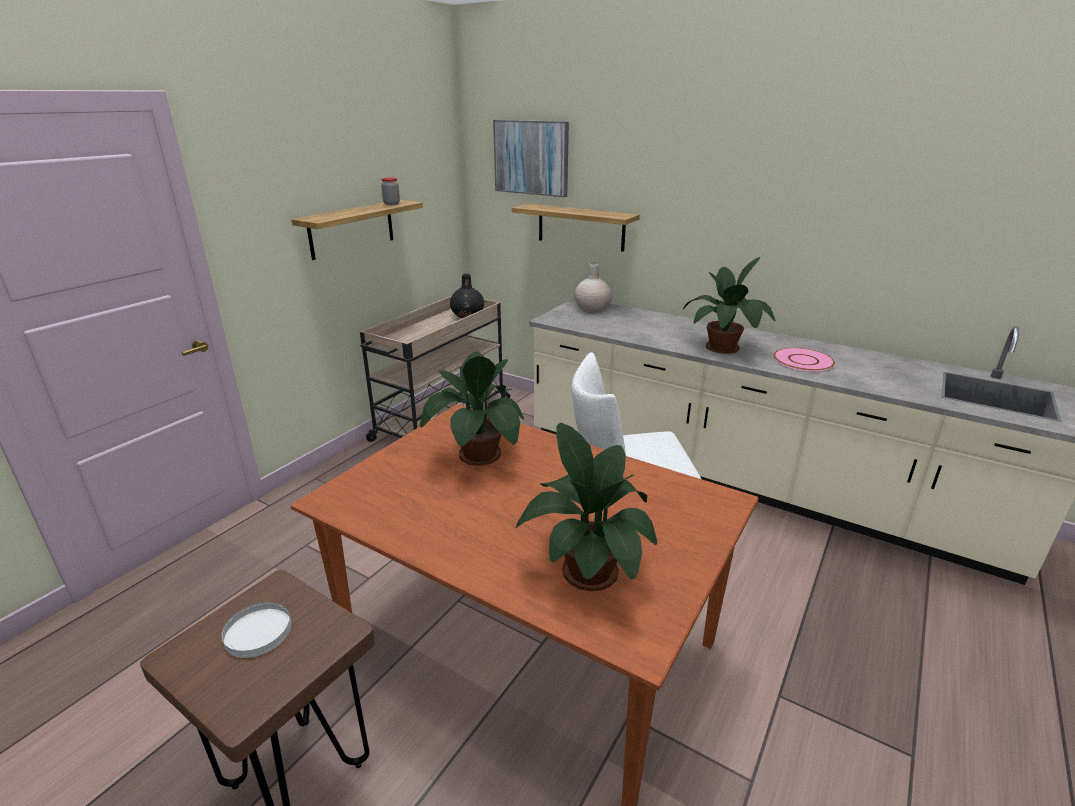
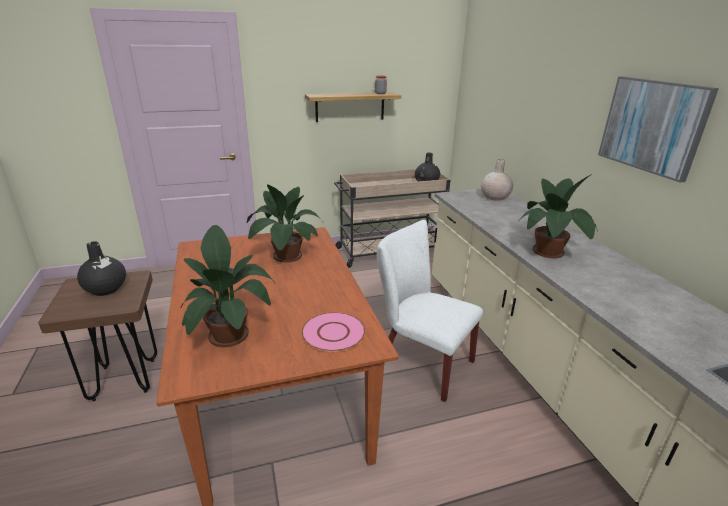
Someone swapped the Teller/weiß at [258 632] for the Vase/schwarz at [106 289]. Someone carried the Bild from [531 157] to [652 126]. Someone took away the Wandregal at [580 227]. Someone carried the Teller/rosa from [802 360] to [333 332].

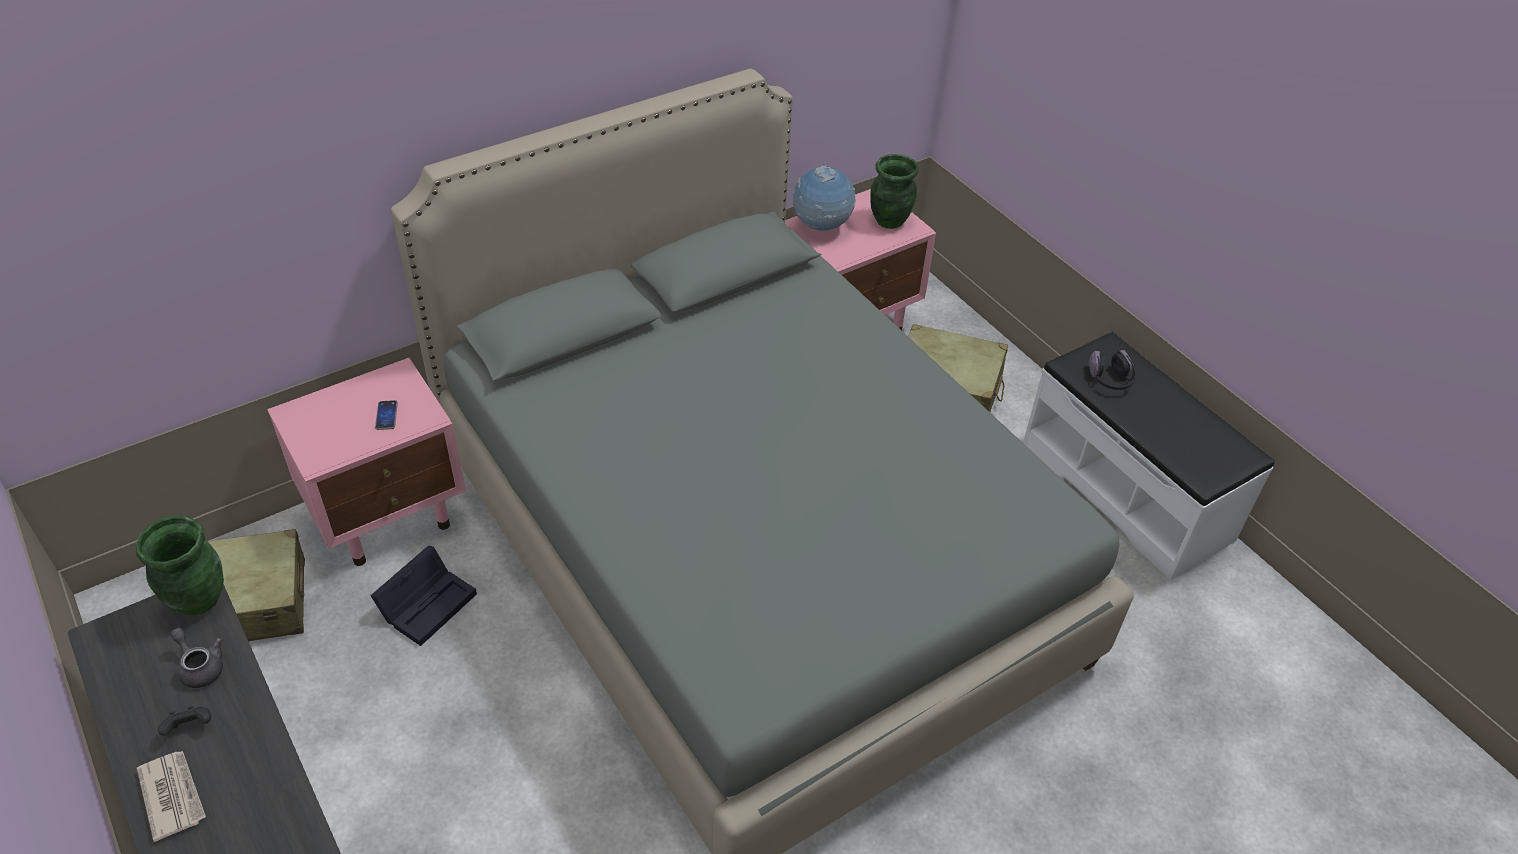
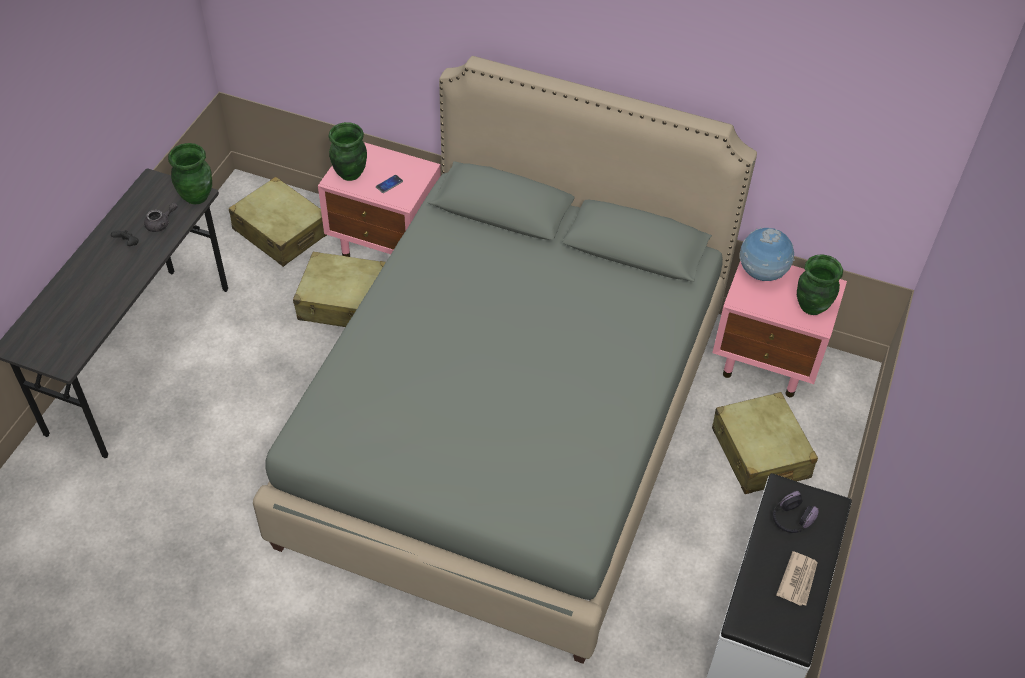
Someone carried the Zeitung from [172 795] to [798 580]. Someone rotated the Teekanne/grau at [200 666] by 45 degrees clockwise. Someone swapped the Aufbewahrungsbox/schwarz at [428 602] for the Koffer/beige at [344 302]. Someone put down the Vase/grün at [349 173].

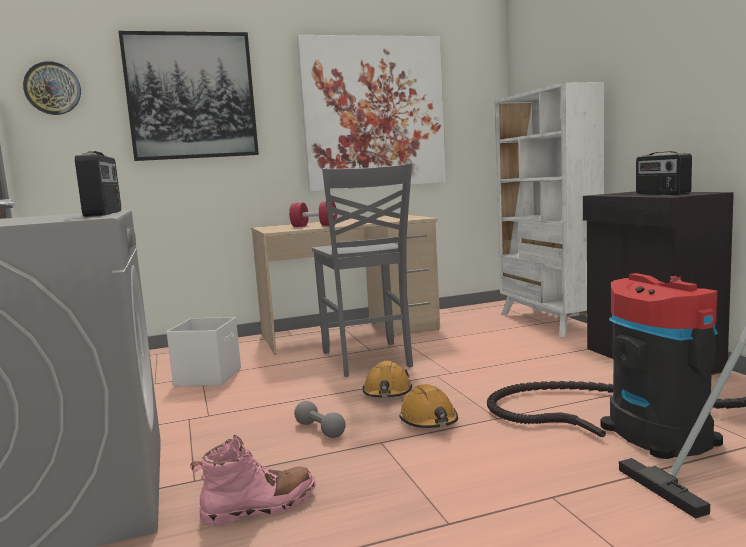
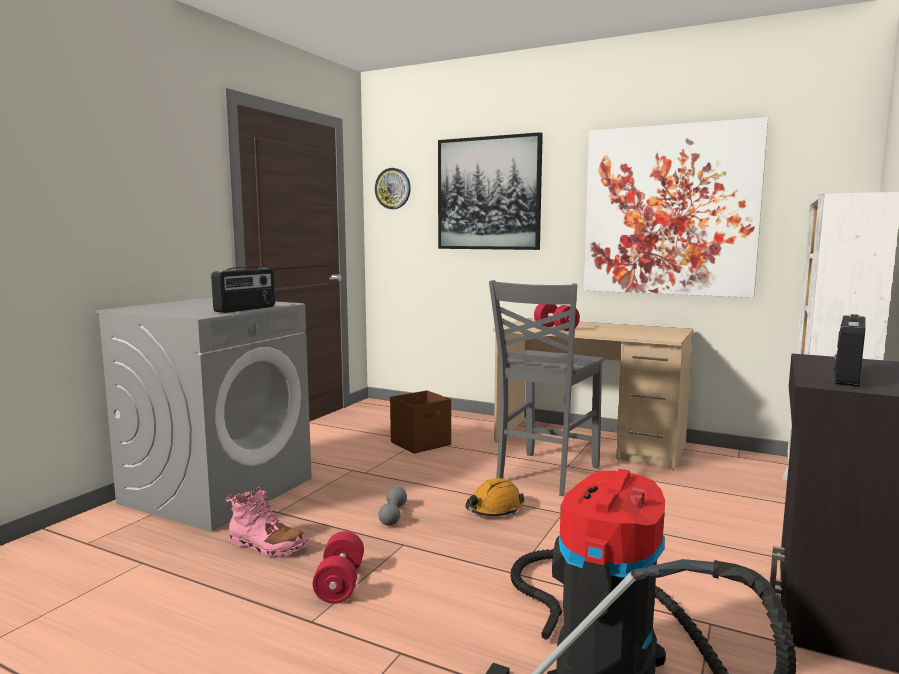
Someone repainted the Aufbewahrungsbox/weiß at [209 377], which became the Aufbewahrungsbox/braun at [421 443]. Someone took away the Schutzhelm/orange at [429 420]. Someone put down the Hantel/rot at [340 584].

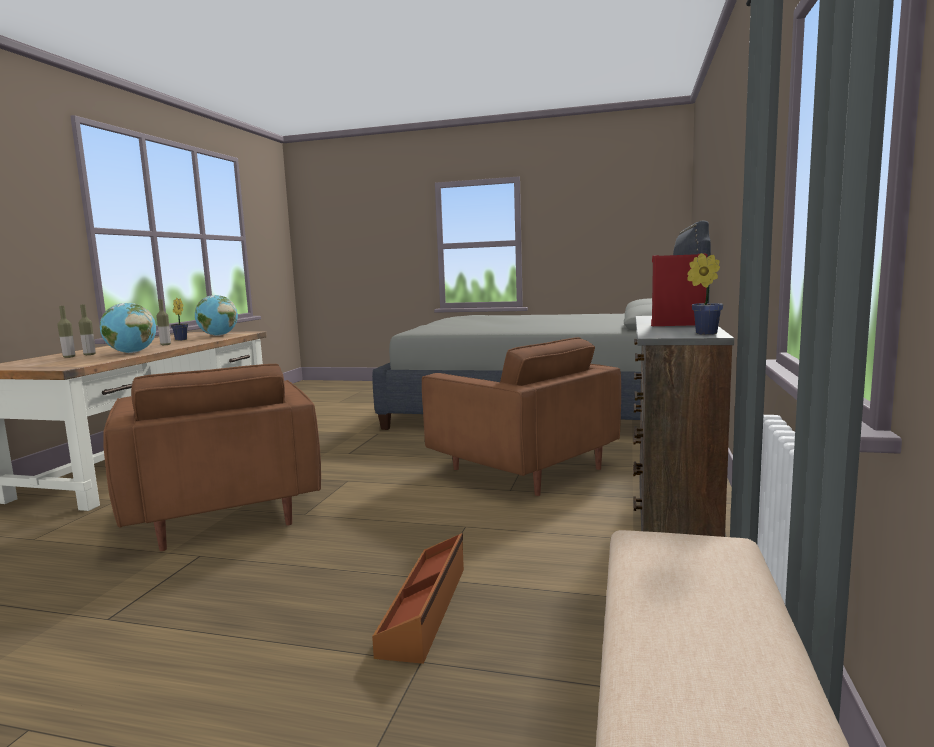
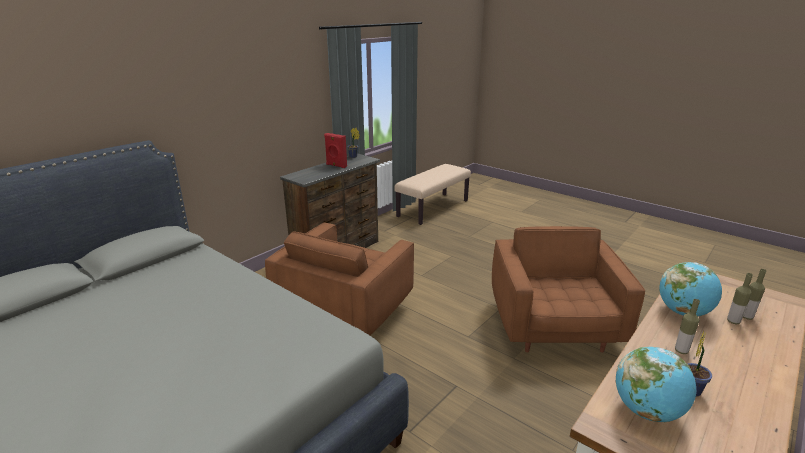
Someone took away the Aufbewahrungsbox/braun at [426 609]. Someone rotated the Sessel/braun at [520 467] by 135 degrees counterclockwise.

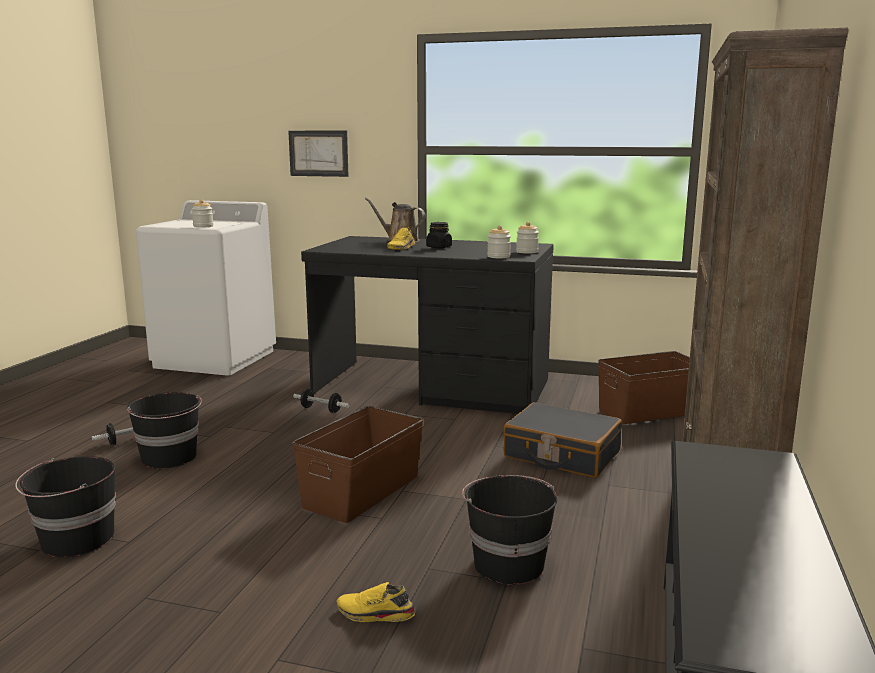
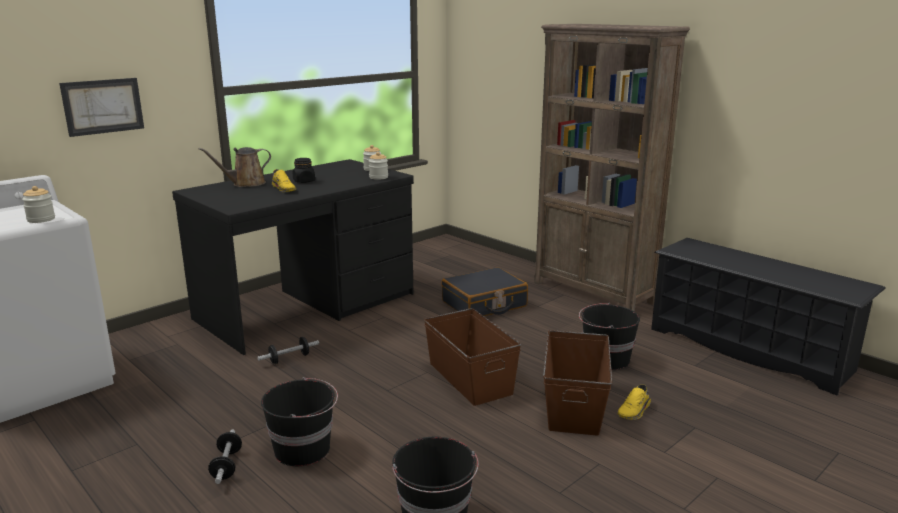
Someone carried the Aufbewahrungsbox/braun from [650 411] to [575 404].

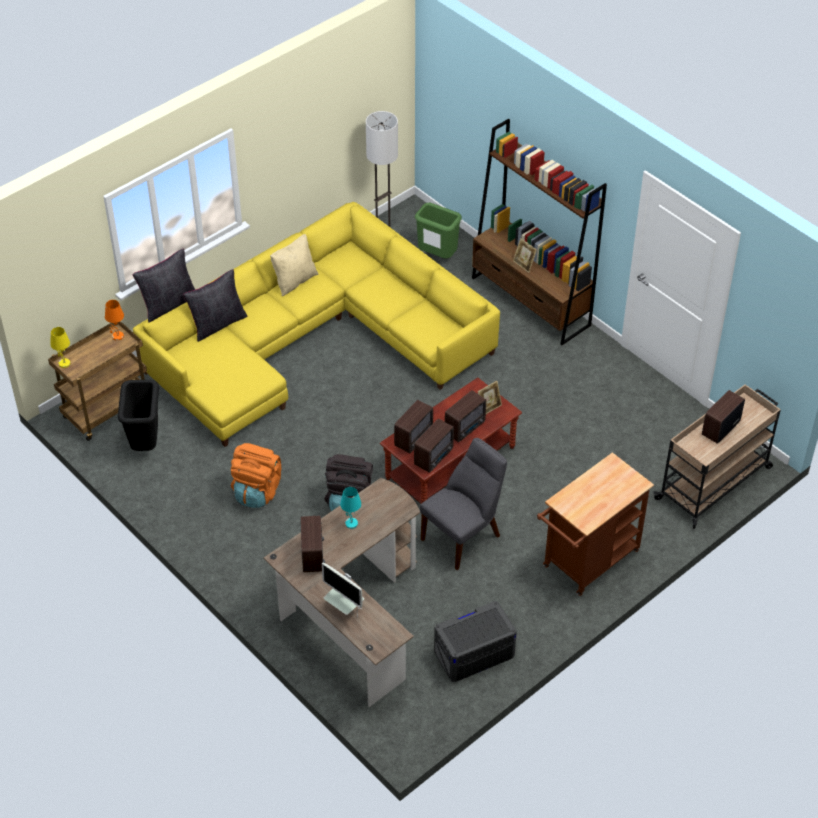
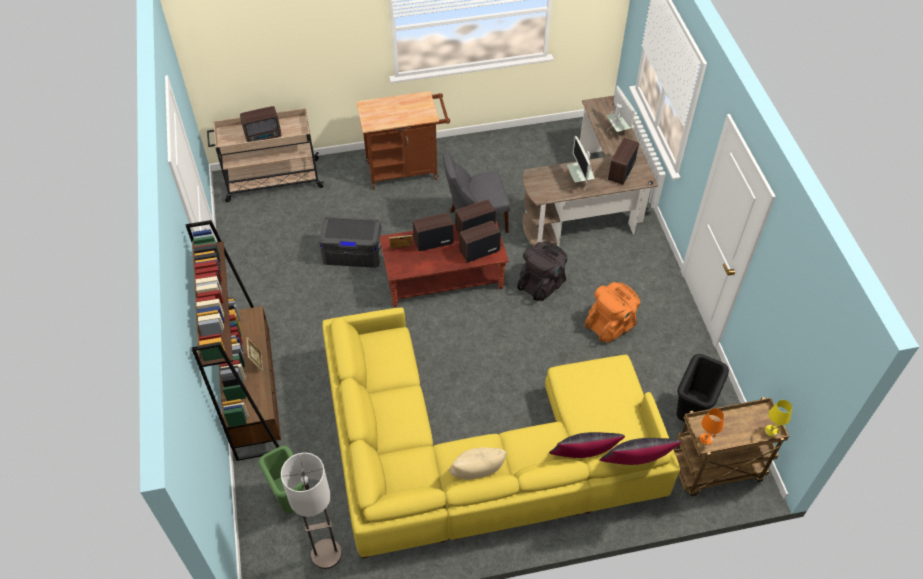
Someone swapped the Tischlampe/türkis at [351 523] for the Monitor at [580 181]. Someone carried the Aufbewahrungsbox/grau from [474 653] to [353 252].

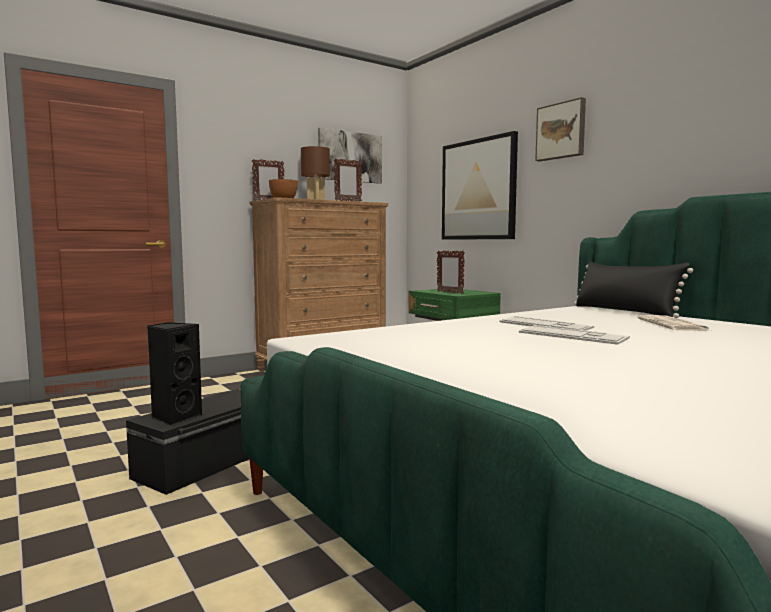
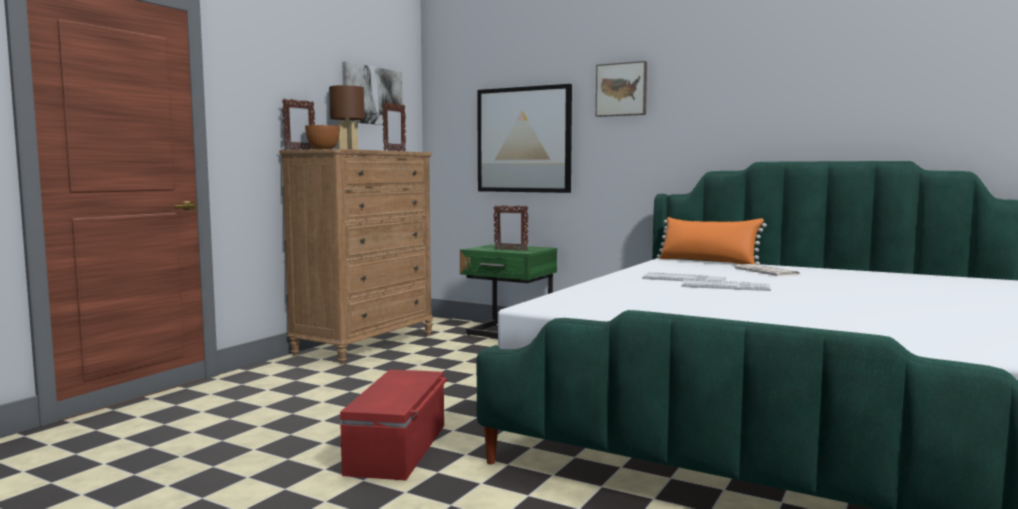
Someone repainted the Aufbewahrungsbox/schwarz at [208 462], which became the Aufbewahrungsbox/rot at [399 448]. Someone took away the Lautsprecher/schwarz at [175 417]. Someone repainted the Kissen/schwarz at [625 311], which became the Kissen/orange at [708 262].

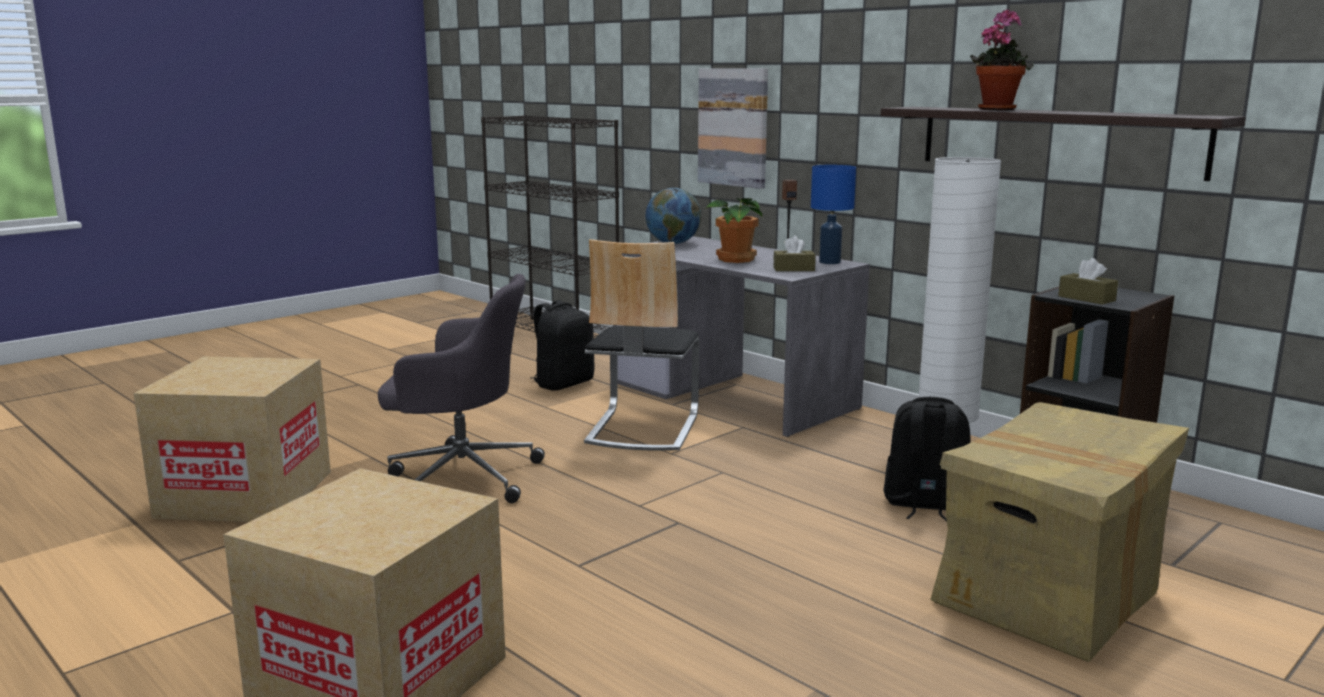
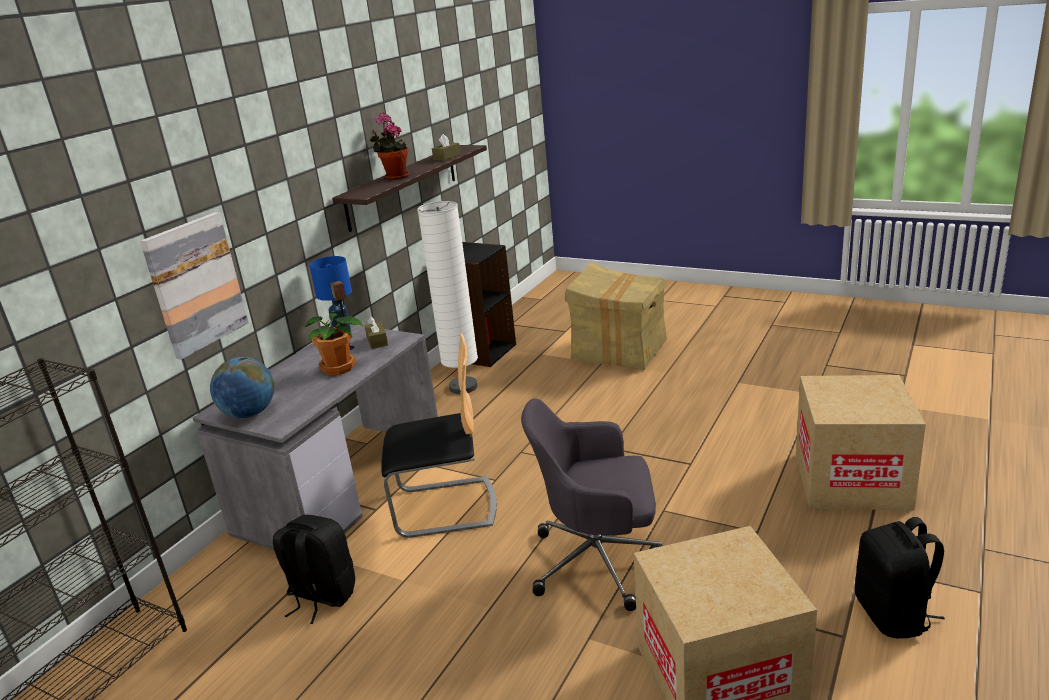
Someone rotated the Bürostuhl/grau at [461 477] by 75 degrees counterclockwise. Someone carried the Rucksack/schwarz from [924 505] to [893 615]. Someone carried the Taschentuchbox/braun from [1086 298] to [447 157].

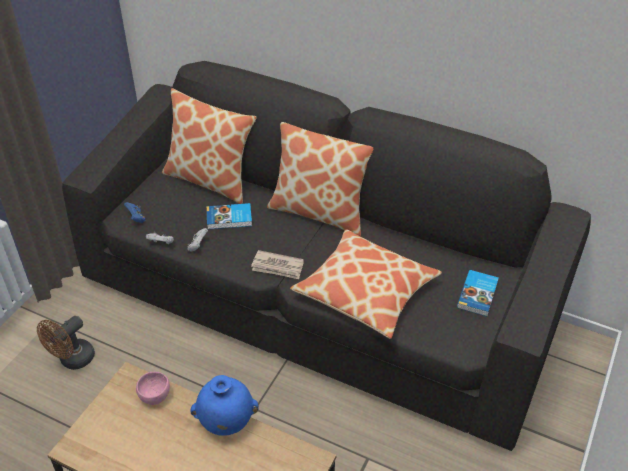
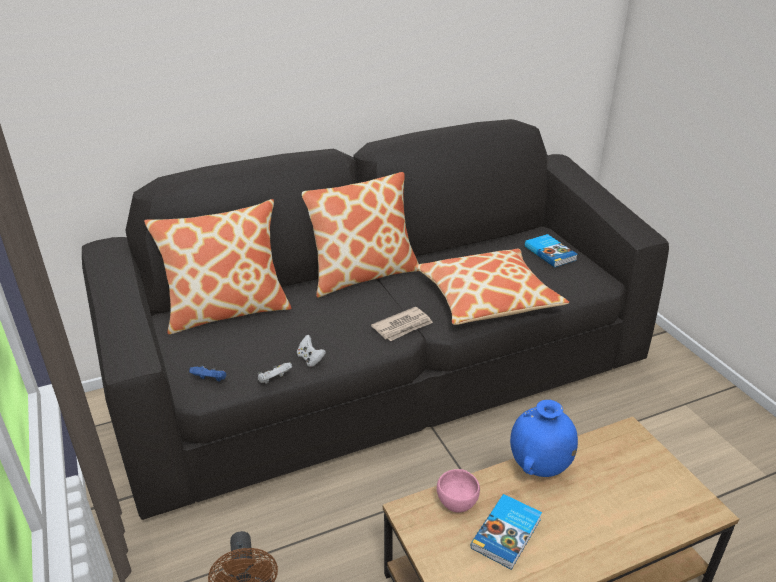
Someone carried the Buch from [229 219] to [508 533].

